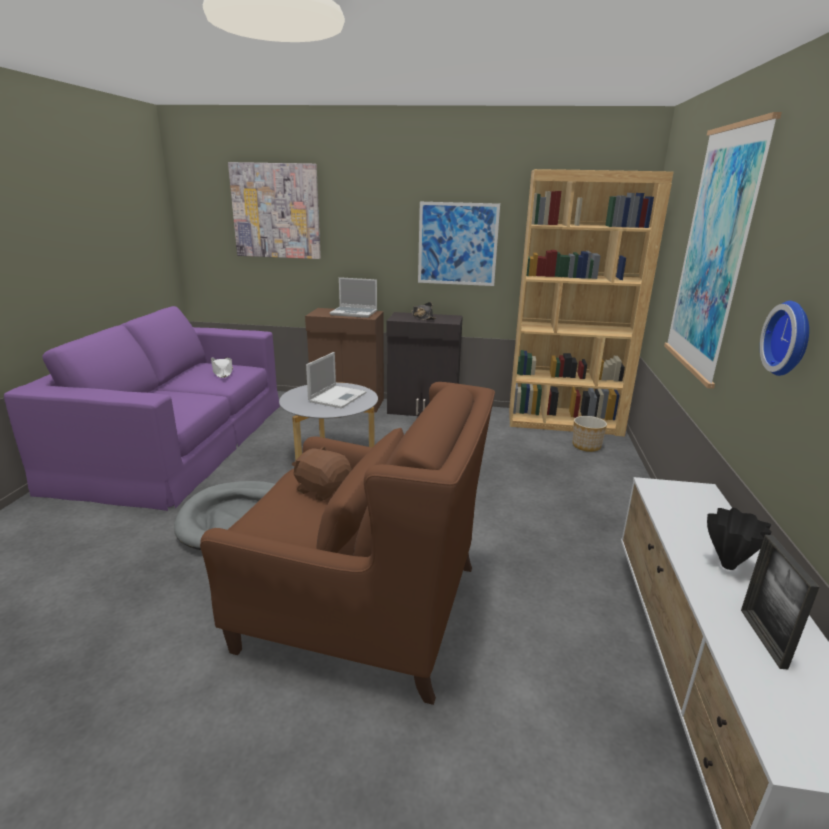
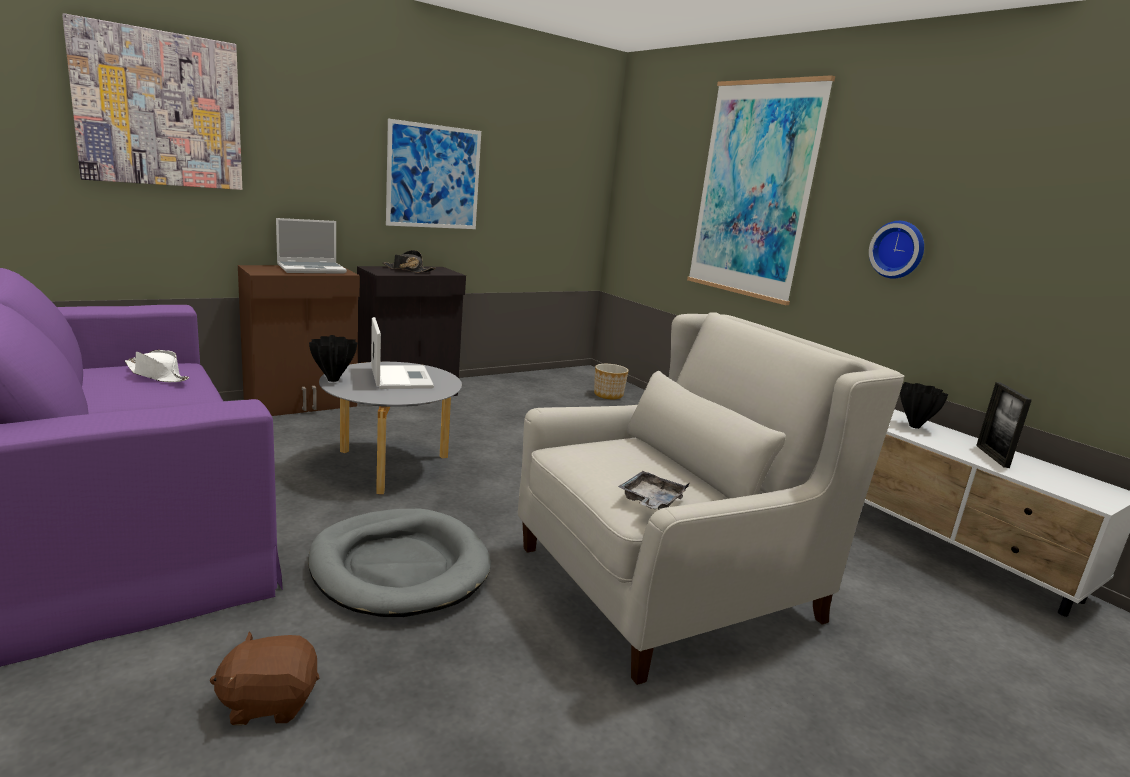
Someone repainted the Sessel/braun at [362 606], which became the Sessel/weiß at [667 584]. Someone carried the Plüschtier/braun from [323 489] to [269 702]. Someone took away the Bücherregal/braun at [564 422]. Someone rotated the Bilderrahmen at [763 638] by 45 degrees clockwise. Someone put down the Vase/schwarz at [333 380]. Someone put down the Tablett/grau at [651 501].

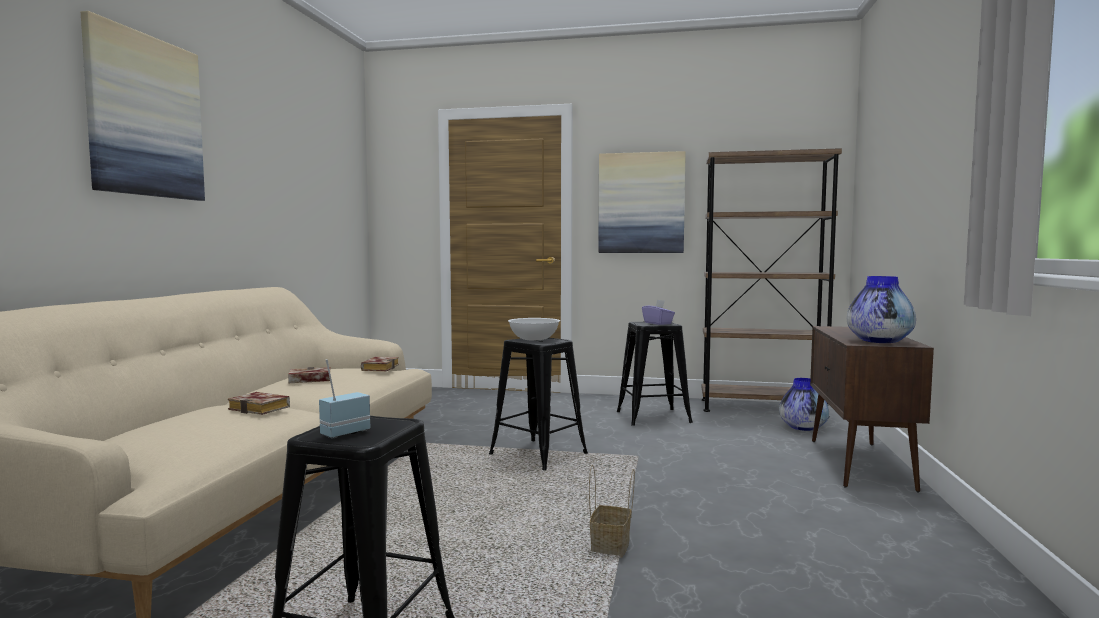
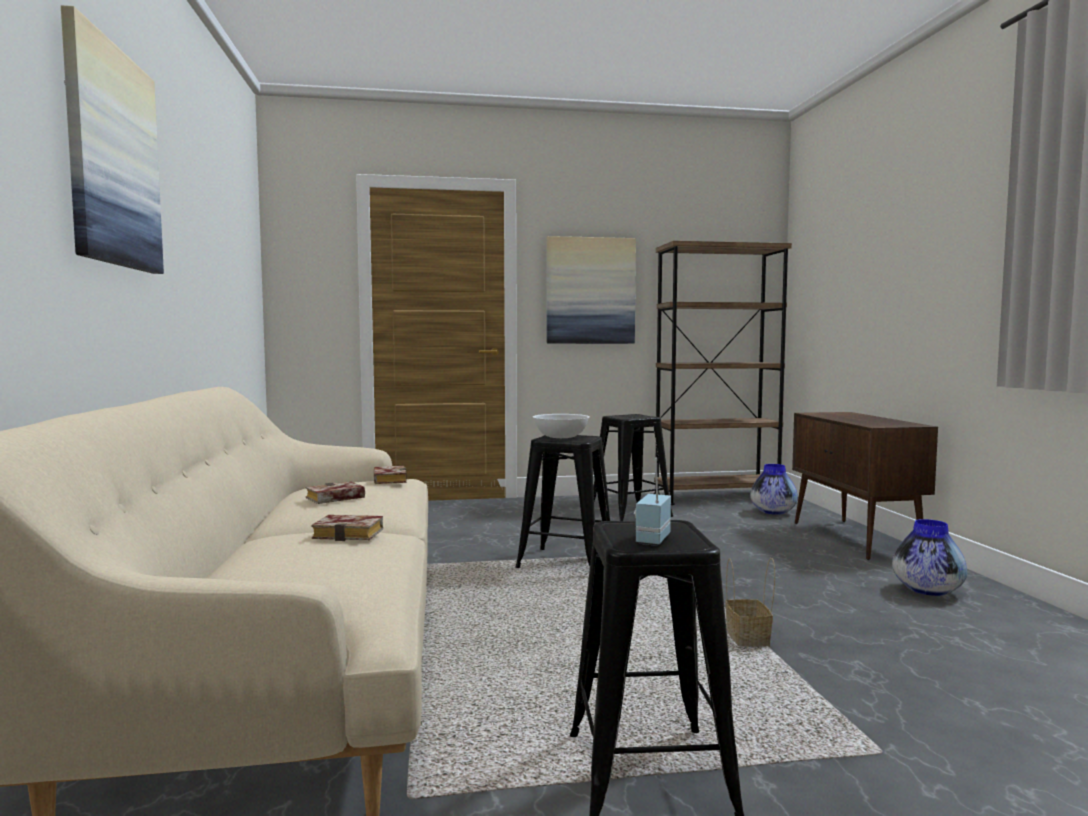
Someone took away the Taschentuchbox/lila at [658 323]. Someone carried the Vase from [879 342] to [927 591].

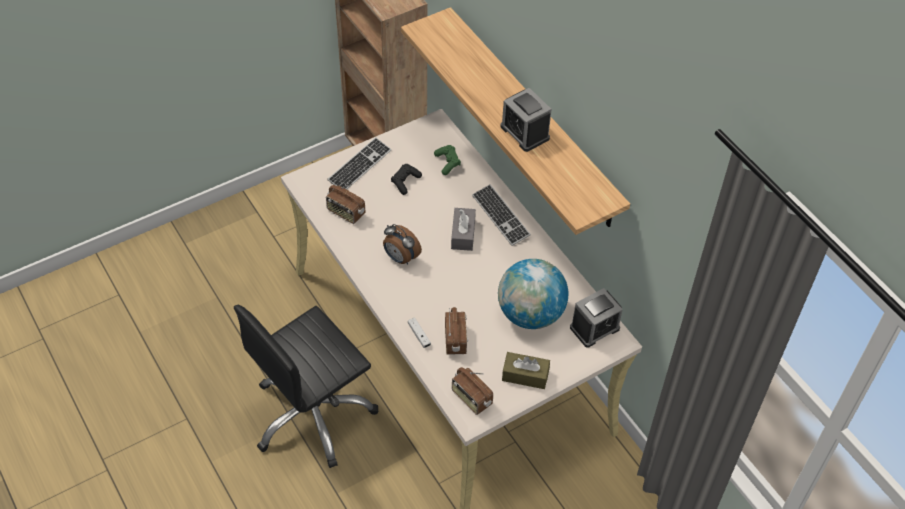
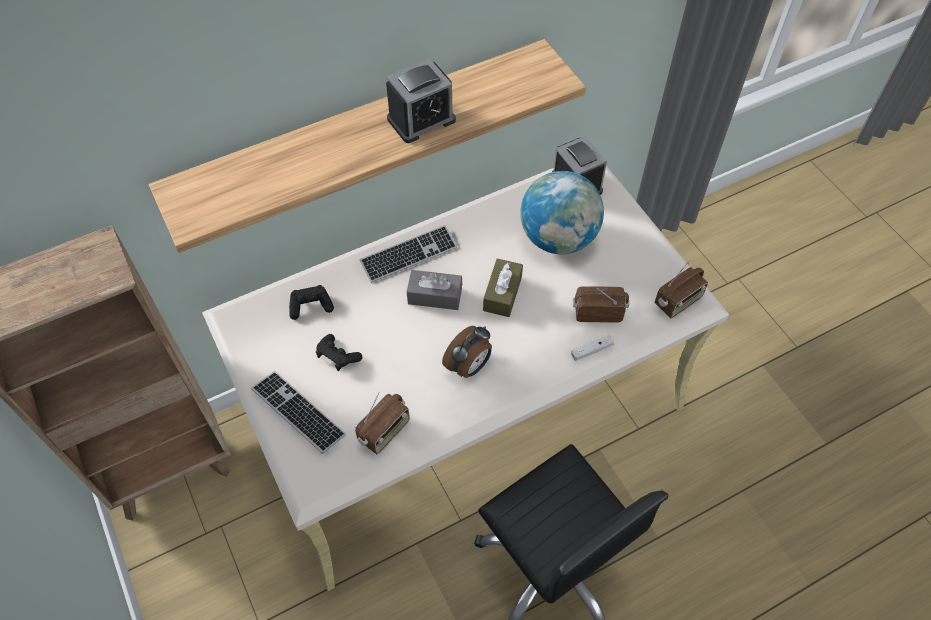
Someone repainted the Gamepad/grün at [447 163], which became the Gamepad/schwarz at [311 306]. Someone carried the Taschentuchbox/braun from [525 375] to [502 293].

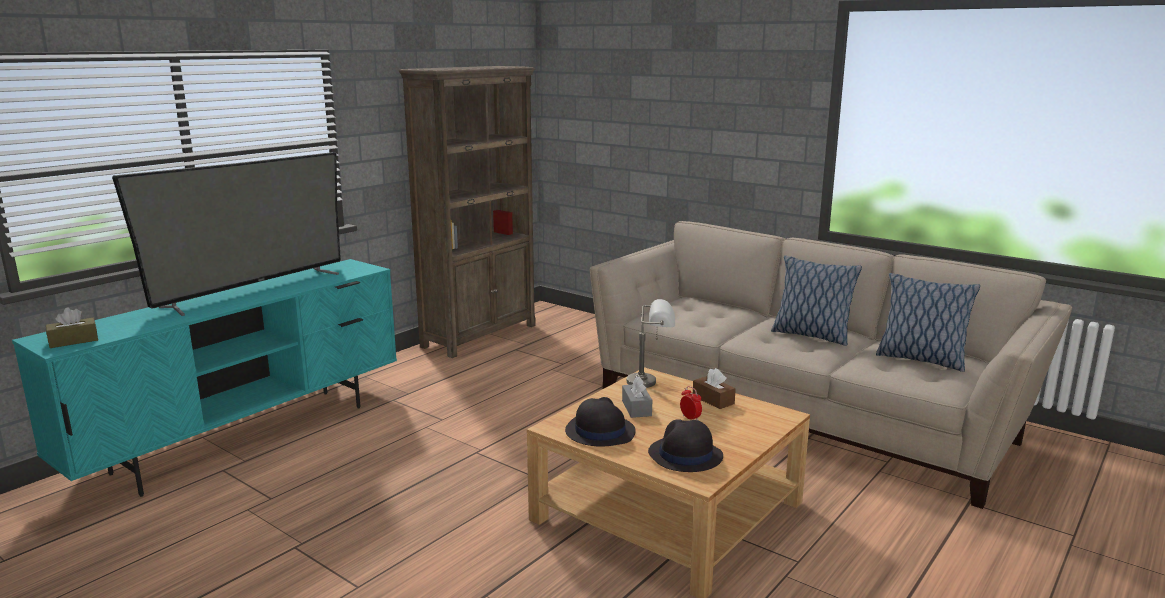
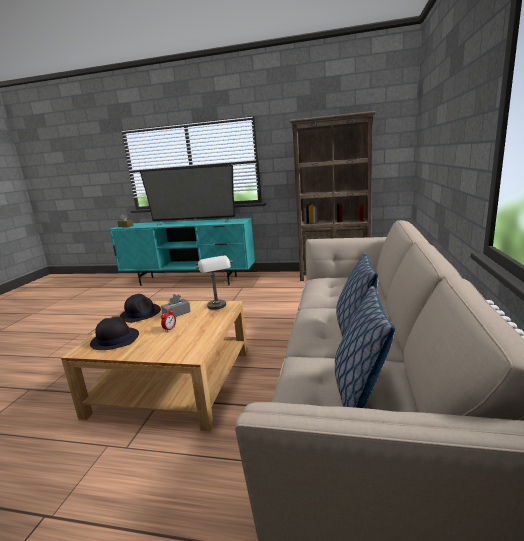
Someone took away the Taschentuchbox/braun at [713 400].

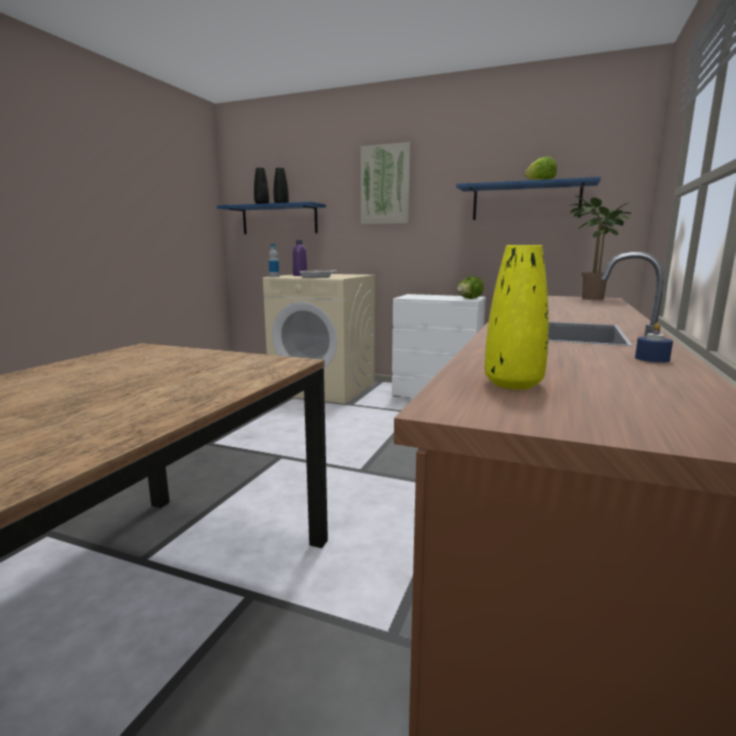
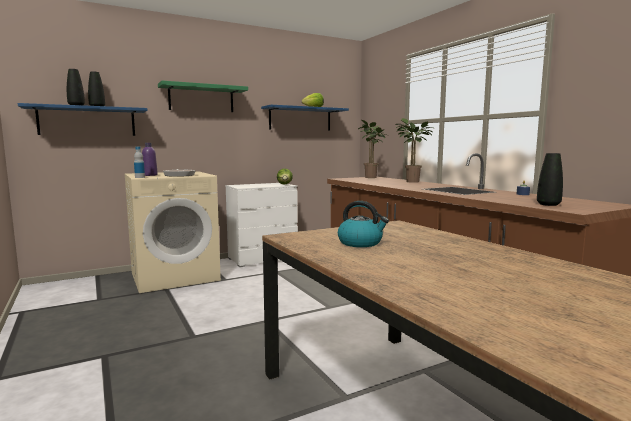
Someone swapped the Bild at [386 185] for the Wandregal/grün at [201 98]. Someone repainted the Vase/gelb at [513 384], which became the Vase/schwarz at [548 204]. Someone put down the Wasserkessel at [361 243]. Someone put down the Topfpflanze at [410 181].

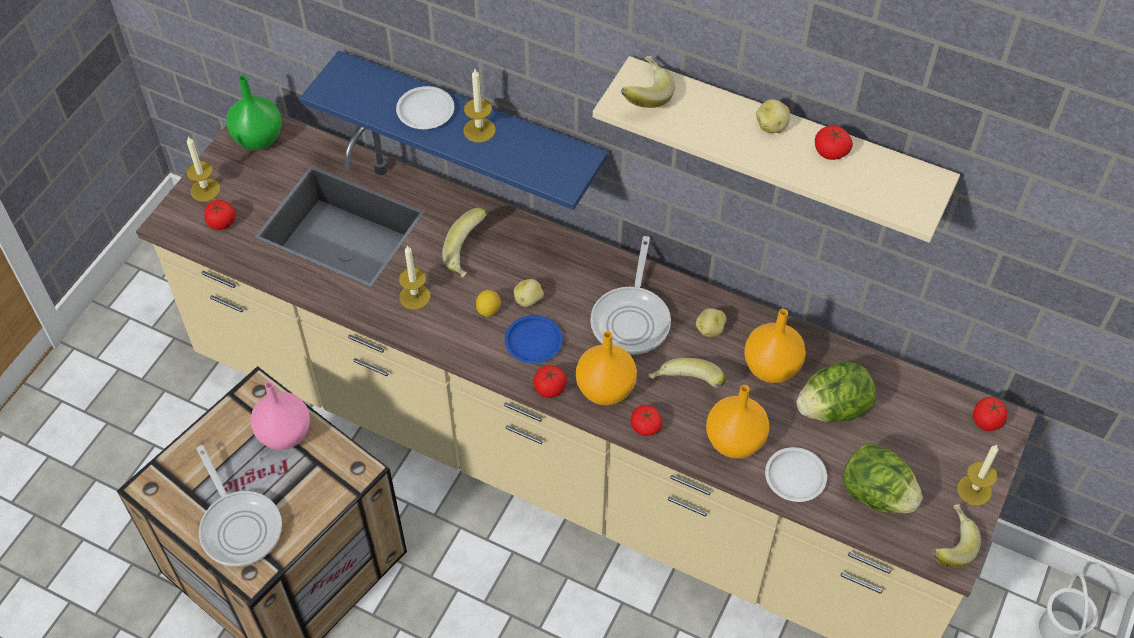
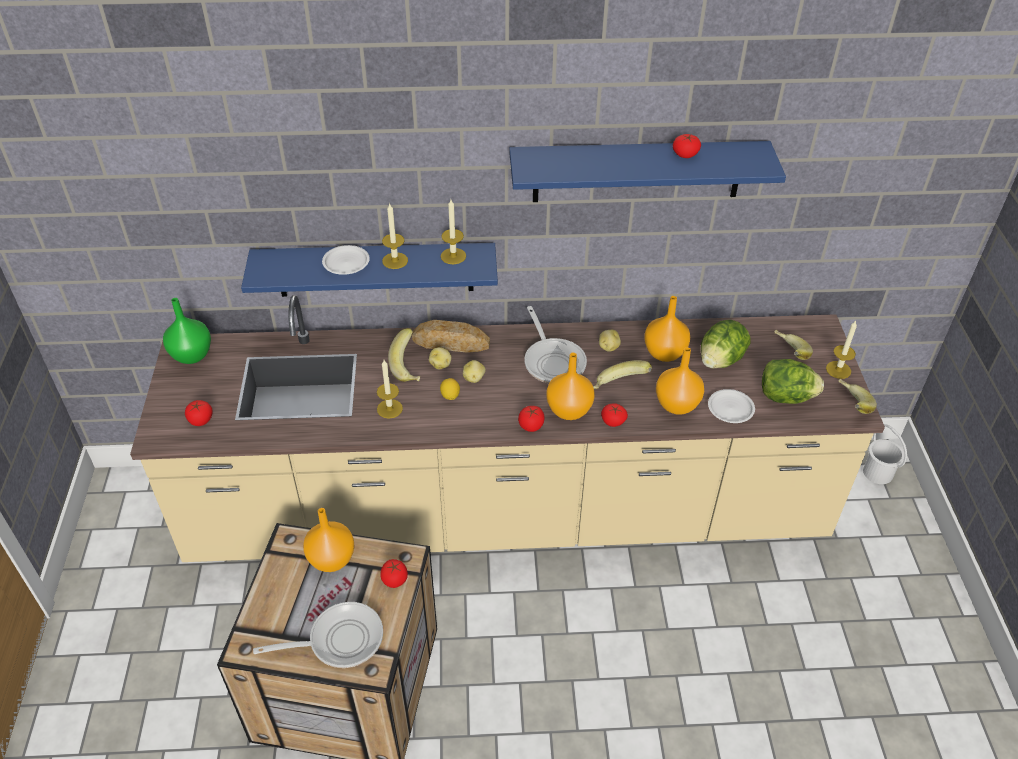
Someone carried the Kerze from [205 190] to [453 256]. Someone rotated the Pfanne at [239 525] by 45 degrees counterclockwise. Someone repainted the Vase/rosa at [285 435], which became the Vase/orange at [332 560]. Someone took away the Teller/blau at [533 341]. Someone repainted the Wandregal/beige at [784 142], which became the Wandregal/blau at [637 171]. Someone carried the Banane from [643 95] to [787 354]. Someone carried the Kartoffel from [772 126] to [440 364]. Someone carried the Tomate from [986 421] to [395 580]. Someone put down the Brot at [450 342].

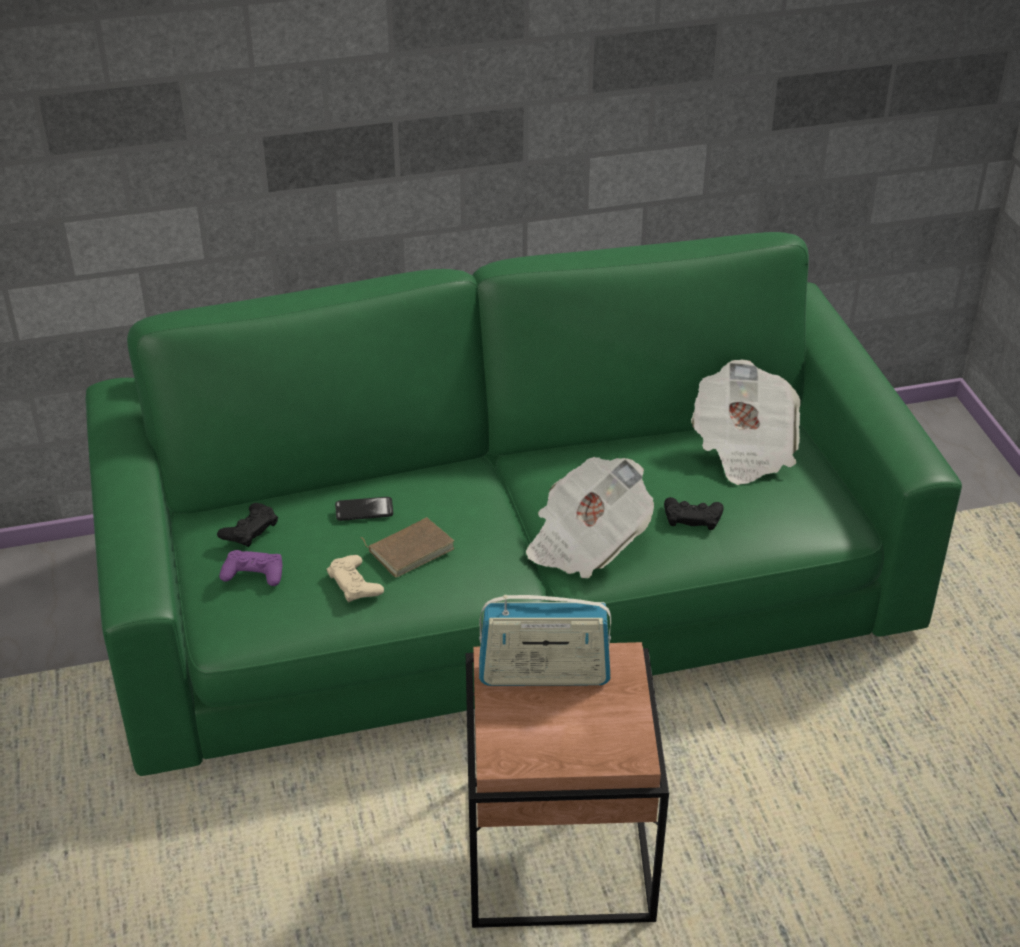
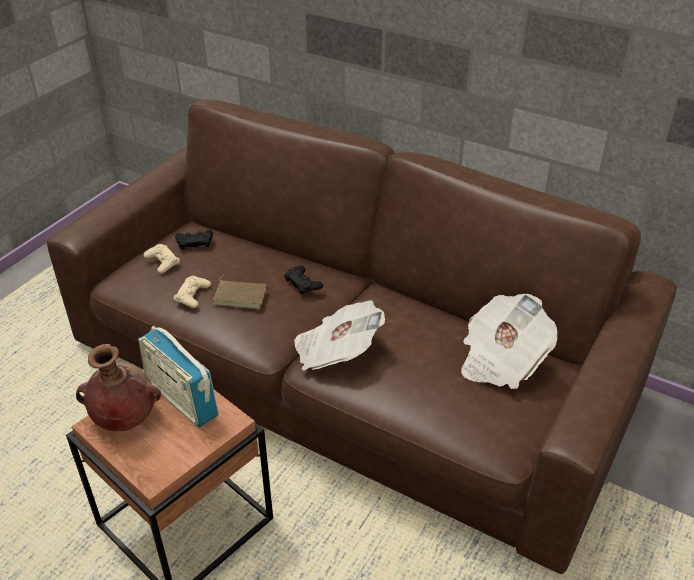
Someone repainted the Sofa/grün at [509 589], which became the Sofa/braun at [347 370]. Someone repainted the Gamepad/lila at [253 573], which became the Gamepad/beige at [162 262]. Someone took away the Handy at [364 510]. Someone carried the Gamepad/schwarz from [692 517] to [303 283]. Someone put down the Vase/braun at [124 419].

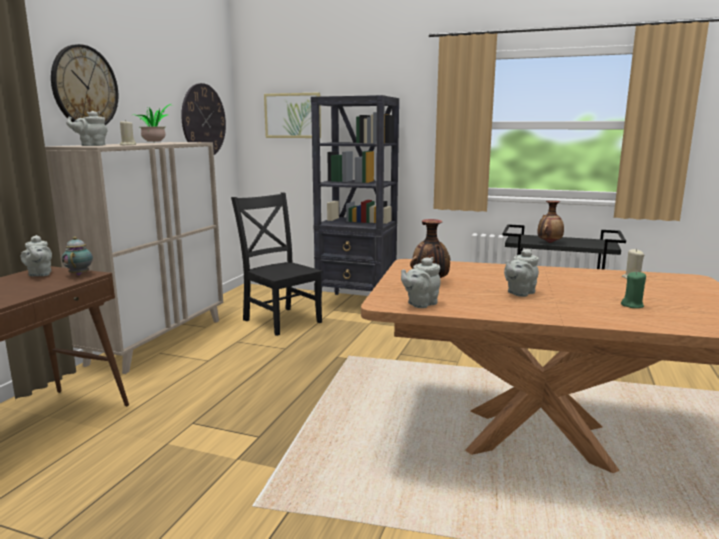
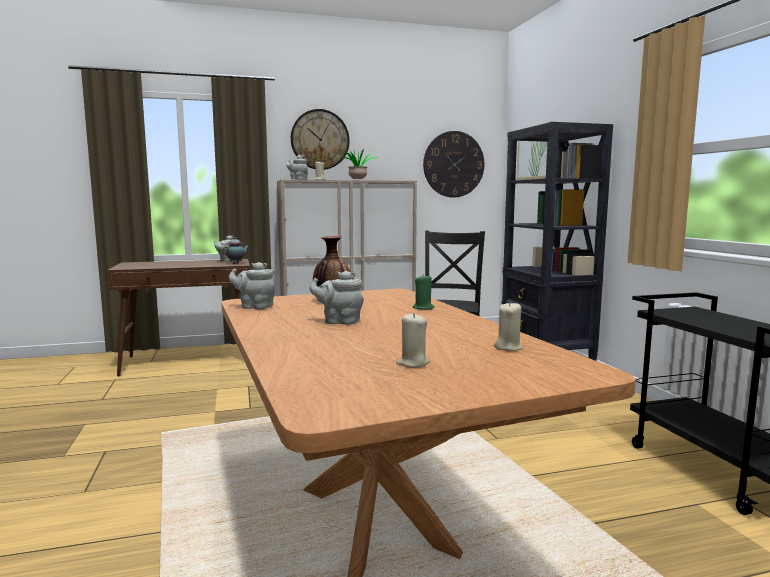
Someone took away the Vase at [549 242]. Someone carried the Kerze/grün from [632 305] to [423 308]. Someone put down the Kerze/beige at [412 363].

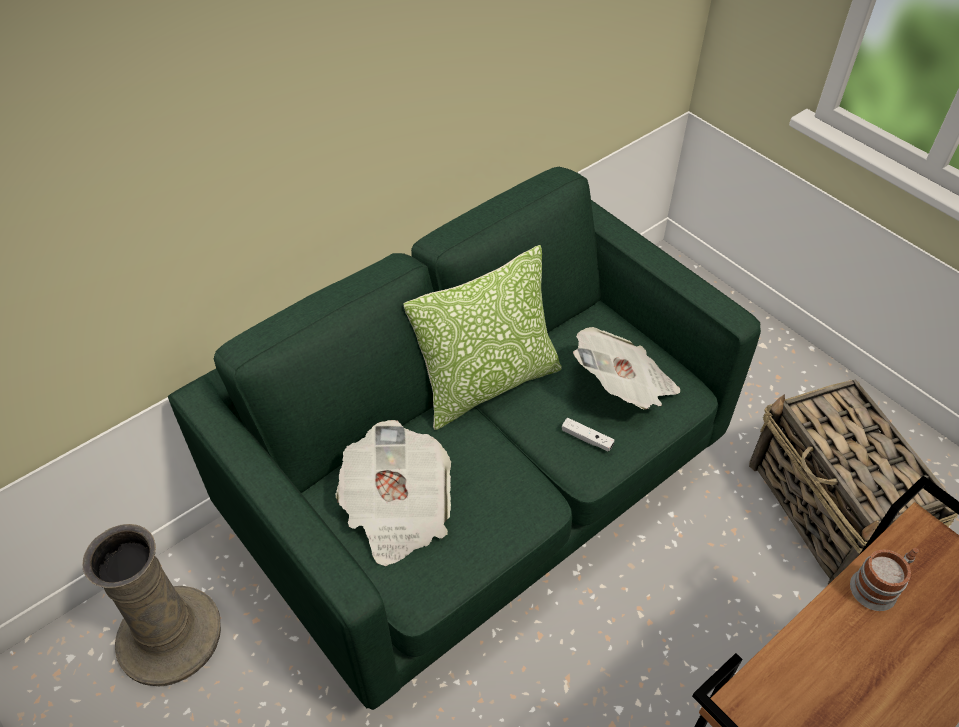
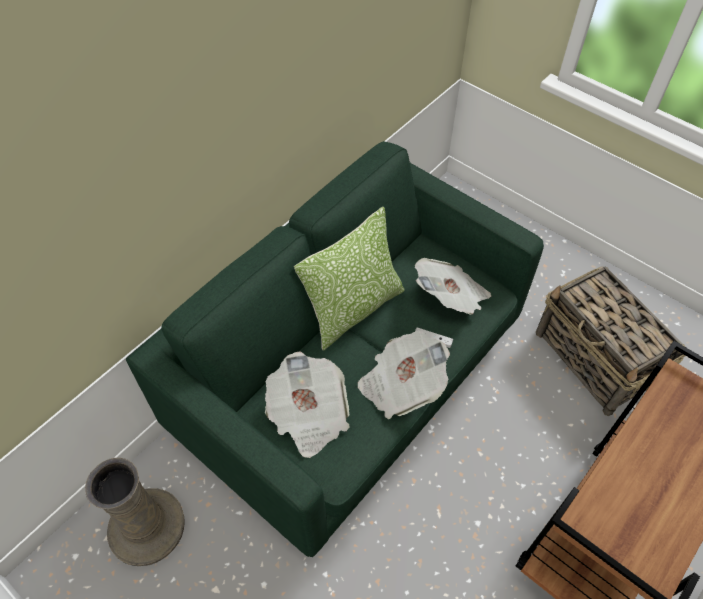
Someone took away the Henkelbecher at [879 586]. Someone put down the Zeitung at [401 385].

